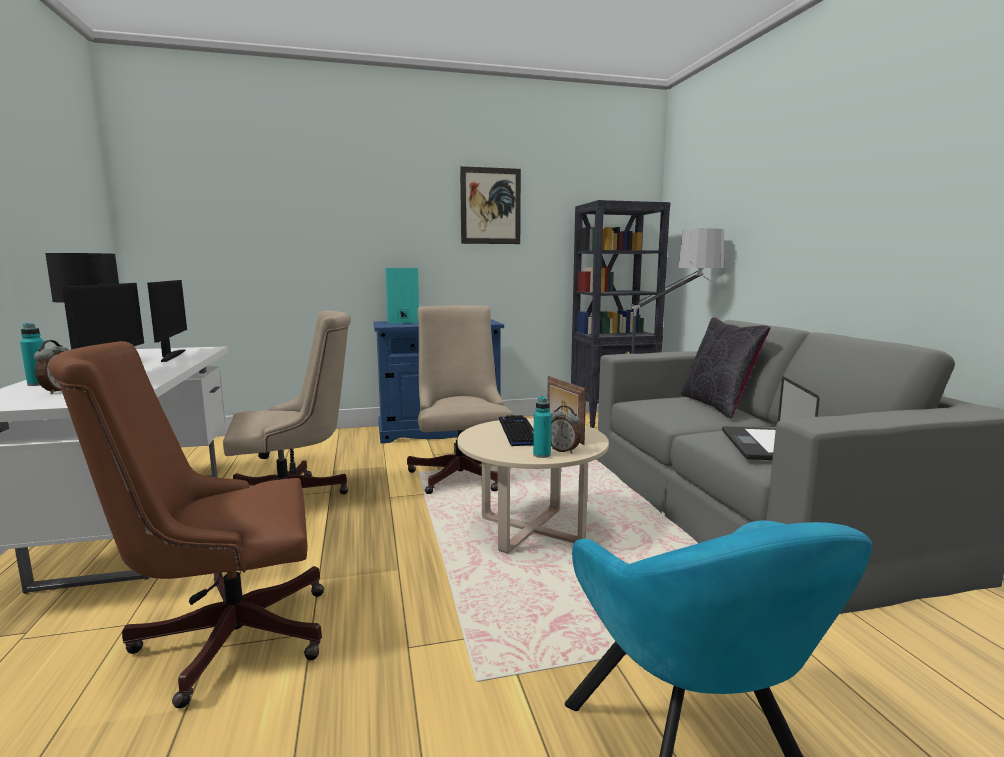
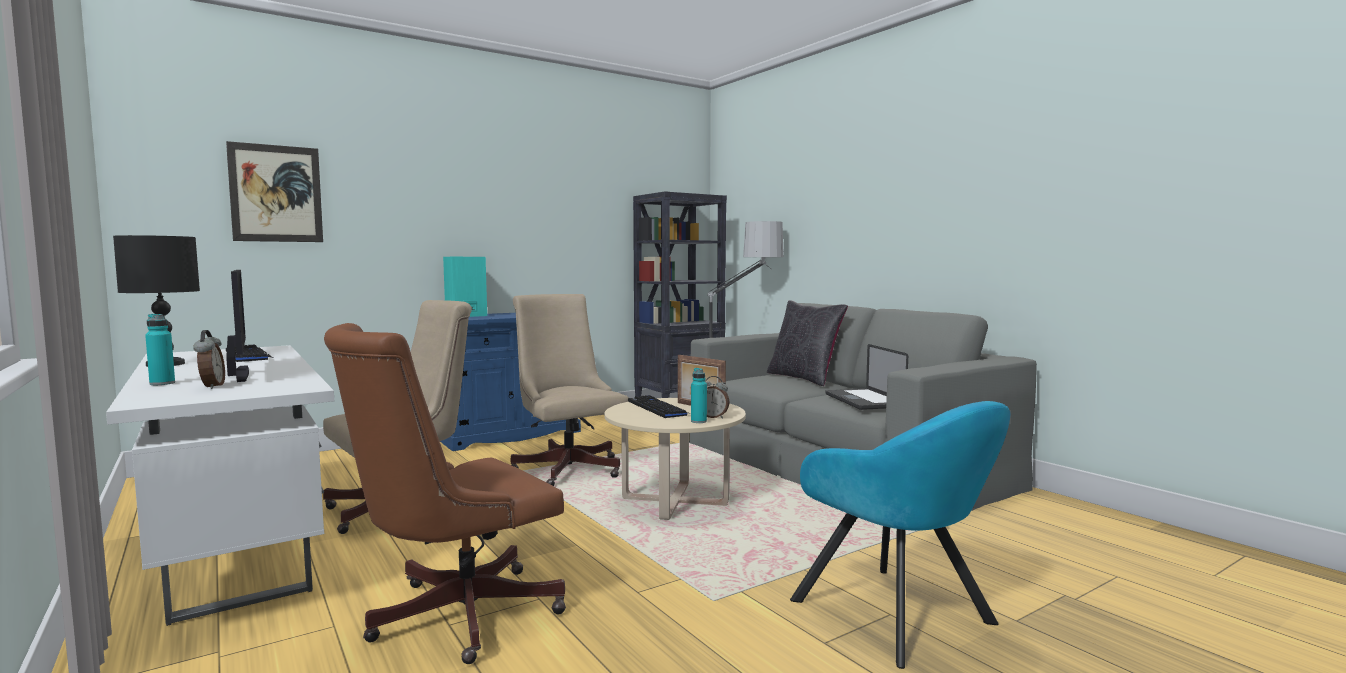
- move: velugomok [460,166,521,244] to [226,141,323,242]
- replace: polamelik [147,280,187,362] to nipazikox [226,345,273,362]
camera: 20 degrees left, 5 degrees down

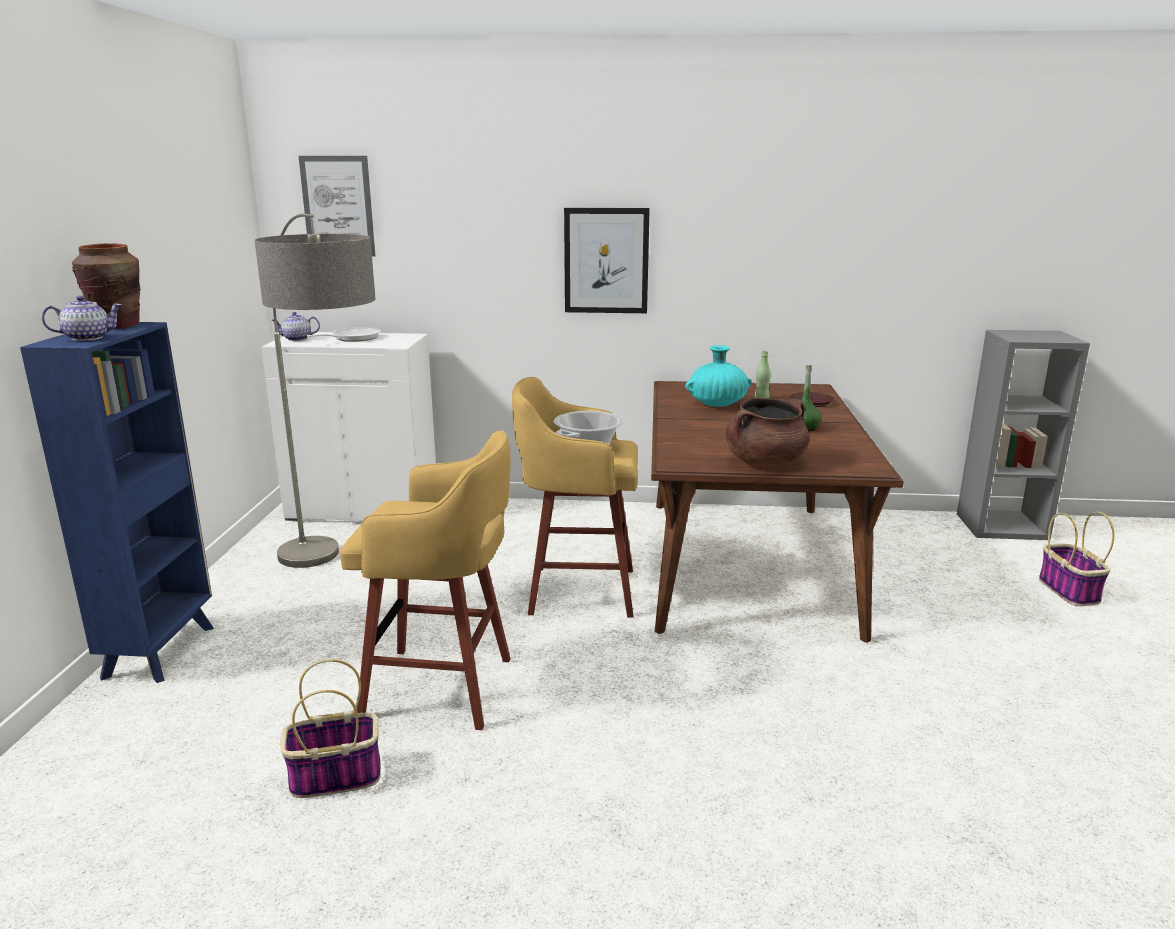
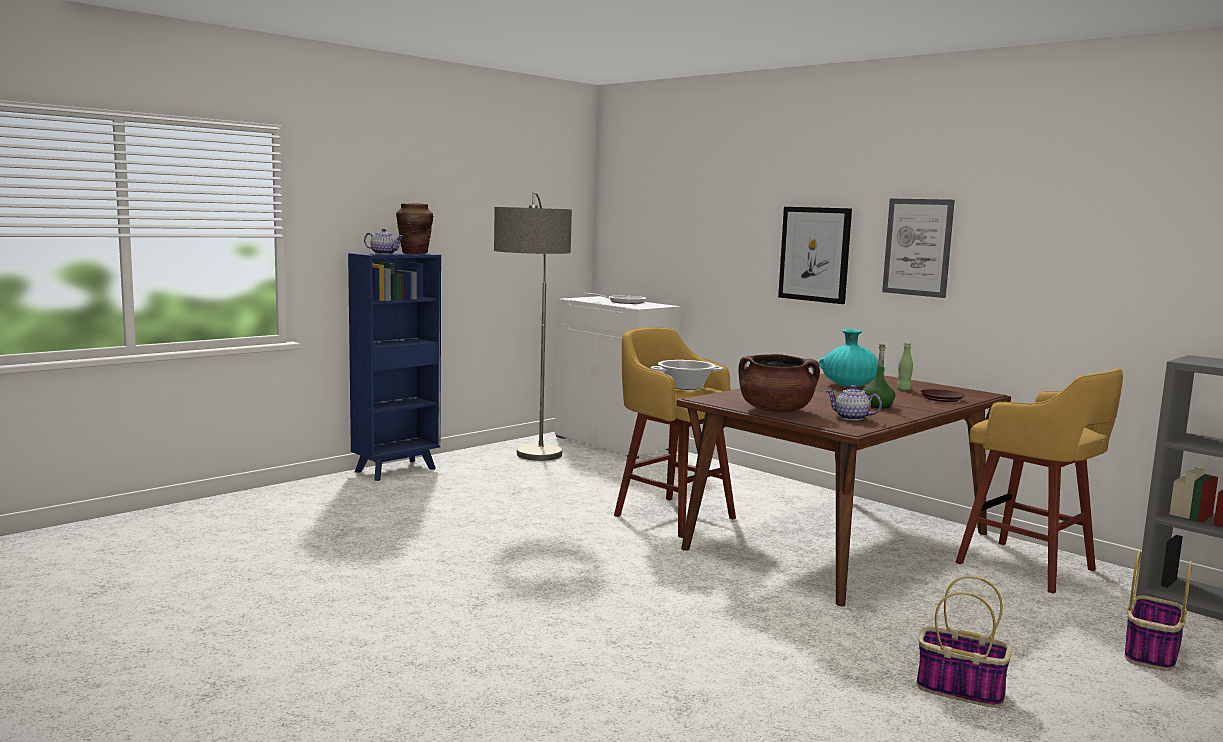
- move: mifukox [271,312,320,341] to [826,385,882,421]
- move: velugomok [299,156,375,256] to [882,198,955,298]
- move: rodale [280,659,381,798] to [917,576,1012,708]
- move: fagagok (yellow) [340,431,511,730] to [955,368,1123,594]
camera: 40 degrees right, 10 degrees down

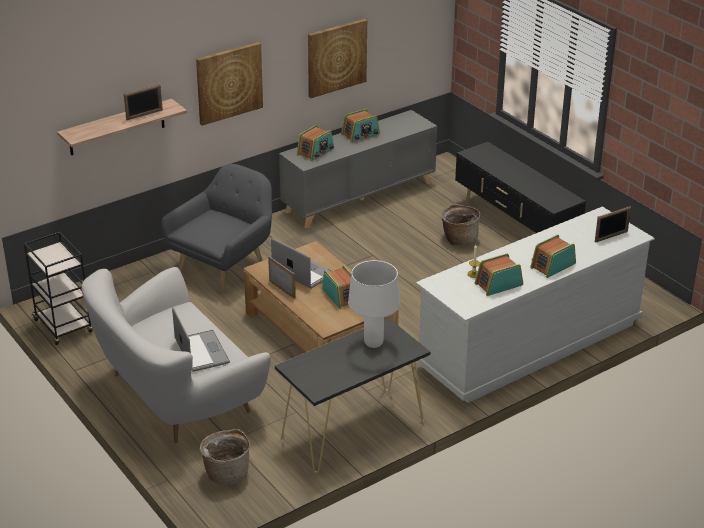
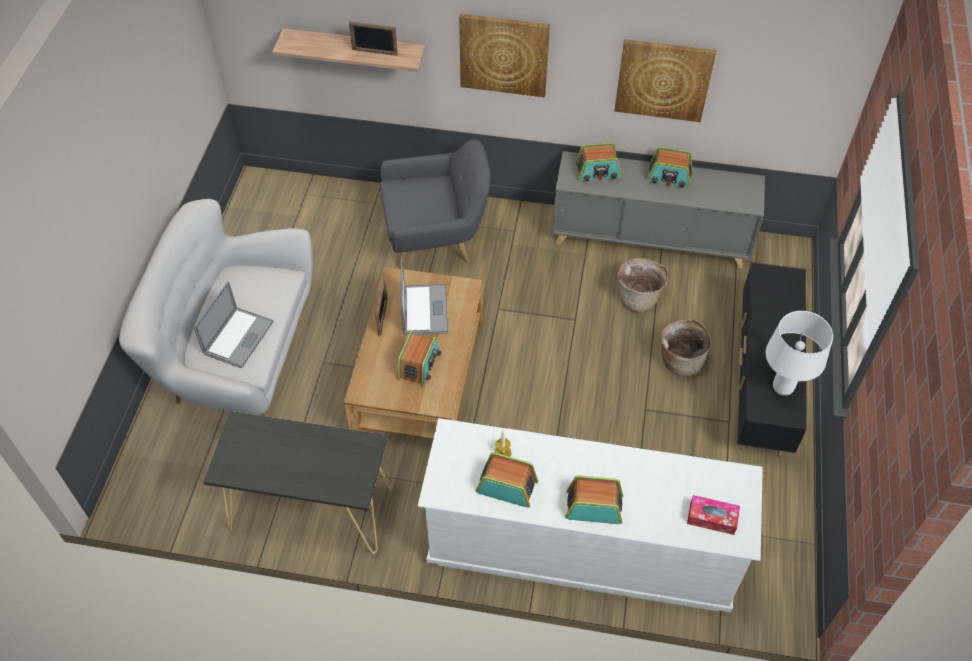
- move: rodale [200,429,250,486] to [618,258,669,312]
- replace: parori [595,206,631,243] to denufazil [687,495,740,535]
- move: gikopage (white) [348,260,400,348] to [766,311,833,396]
- delete: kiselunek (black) [24,231,92,345]
camera: 45 degrees right, 20 degrees up

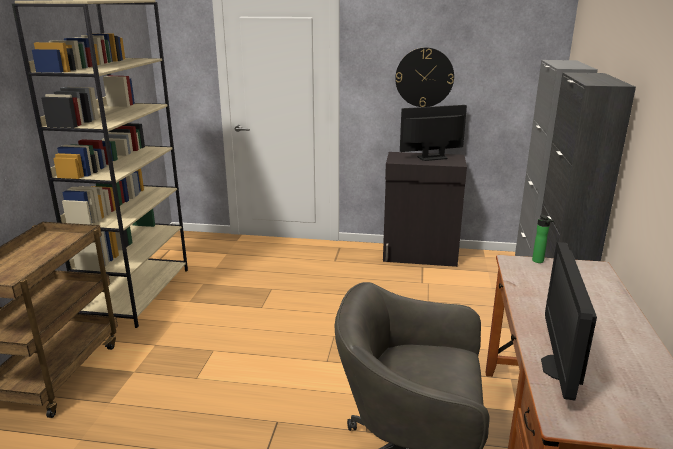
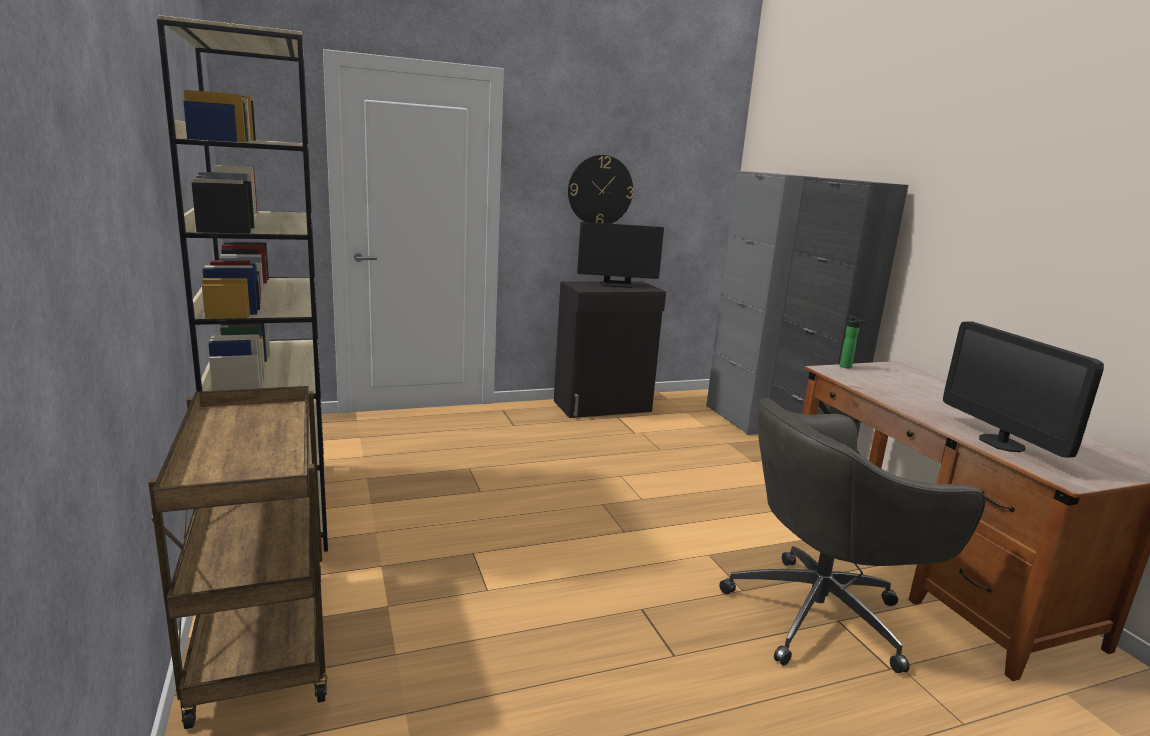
- rotate: polamelik [400,105,467,161] = [577,222,664,288] 135 degrees counterclockwise
camera: 30 degrees left, 5 degrees down

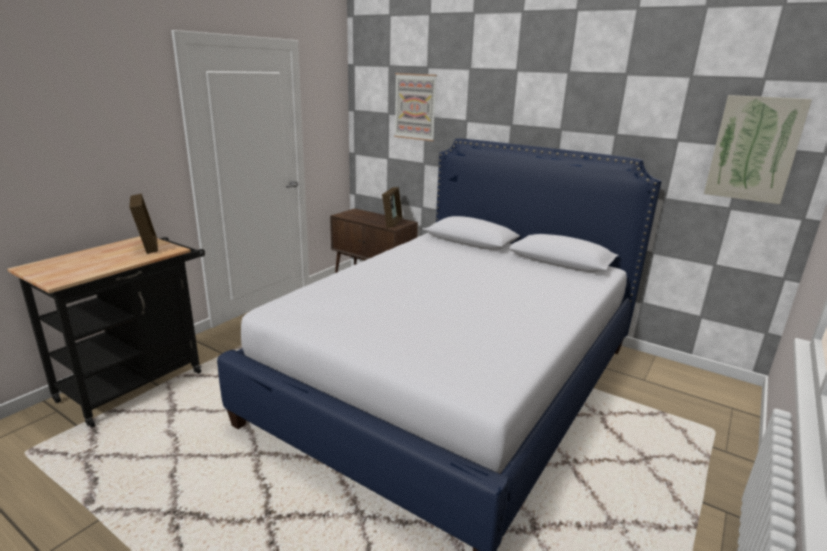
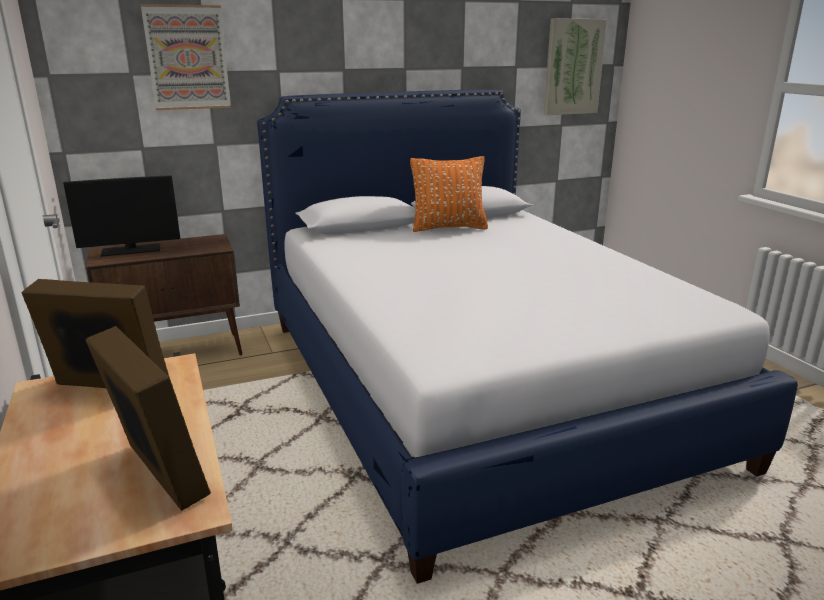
- insert: polamelik [63,175,180,257]
- move: parori [382,187,403,227] to [86,326,211,511]
- insert: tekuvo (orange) [410,156,488,232]
camera: 55 degrees left, 0 degrees up

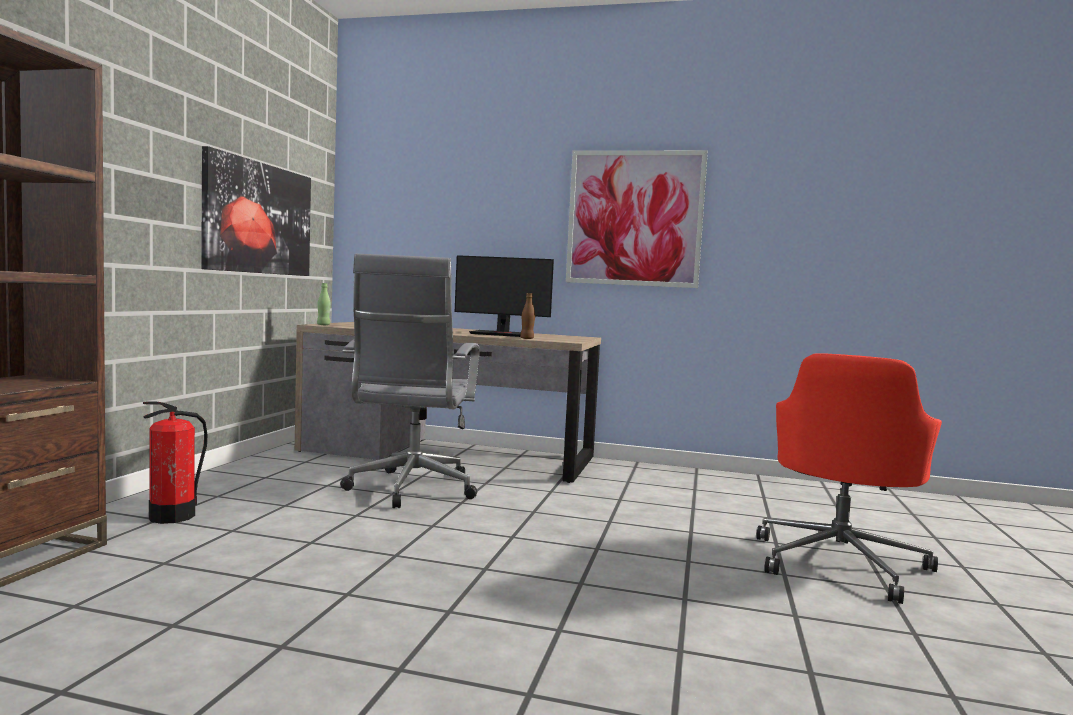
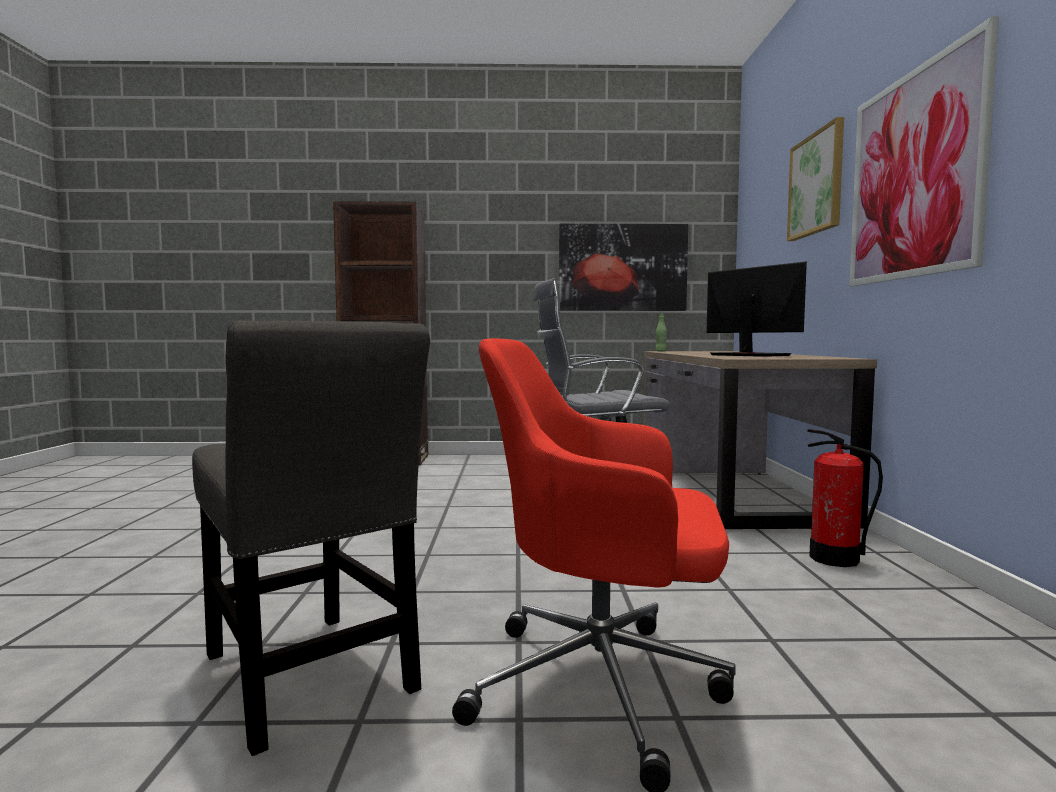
- insert: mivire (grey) [192,320,430,756]
- rotate: polamelik [455,255,554,337] = [706,262,807,357] 150 degrees clockwise
- insert: velugomok [787,117,844,241]
- move: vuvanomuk [143,401,208,524] to [807,429,883,567]
- delete: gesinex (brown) [520,293,535,339]
camera: 75 degrees right, 0 degrees up

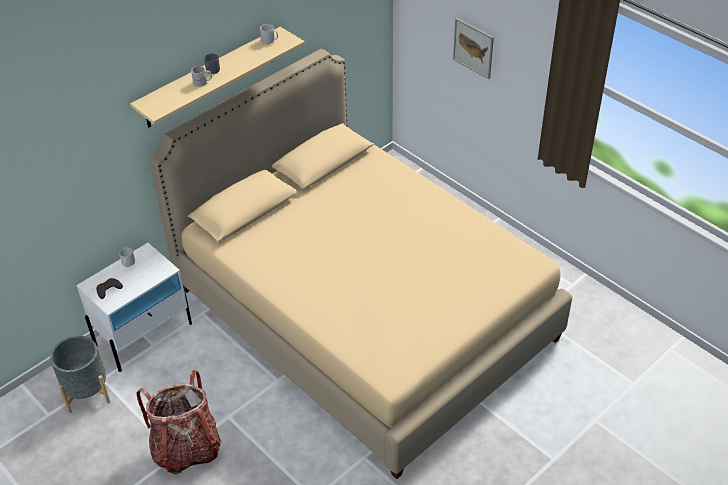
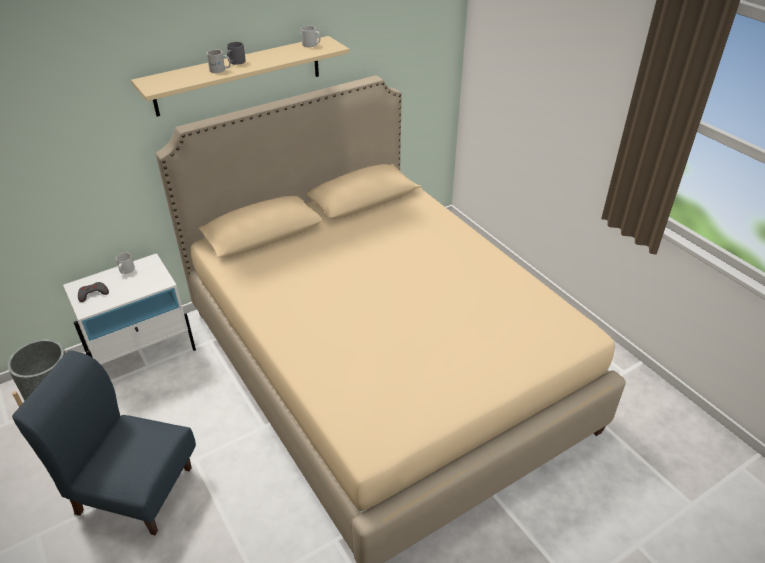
- replace: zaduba [136,370,221,474] to mivire (blue) [12,350,196,536]
- delete: velugomok [453,18,494,79]
camera: 10 degrees right, 5 degrees down

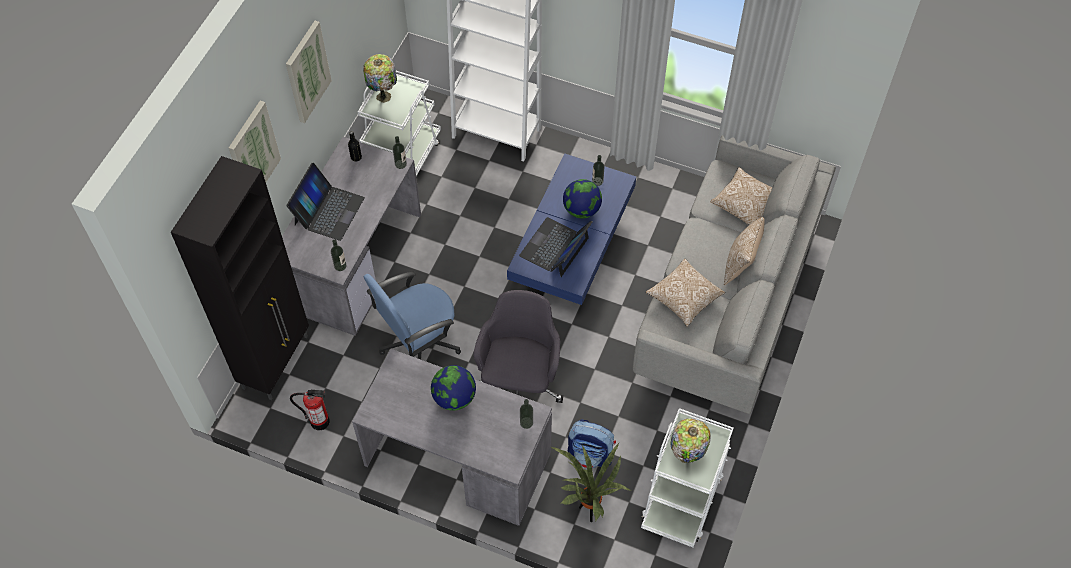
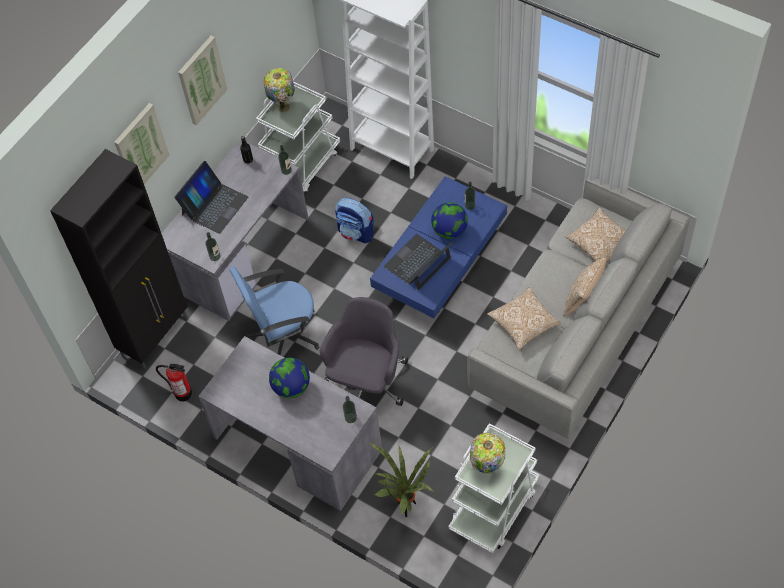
- move: zaduba [568,420,616,468] to [335,198,374,244]
camera: 15 degrees right, 0 degrees up

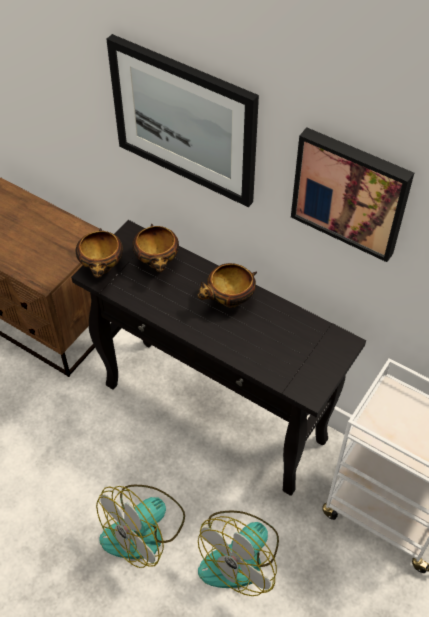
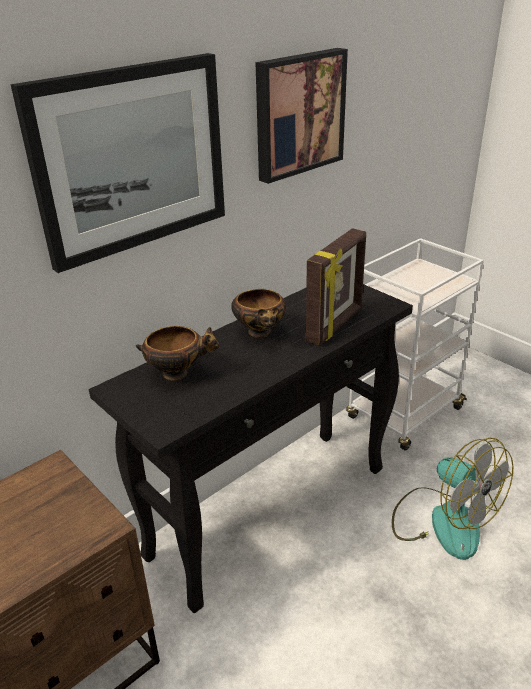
- insert: parori [306,228,366,345]
- delete: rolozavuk [76,228,123,278]
- delete: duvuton [96,485,185,568]
camera: 75 degrees left, 20 degrees down

